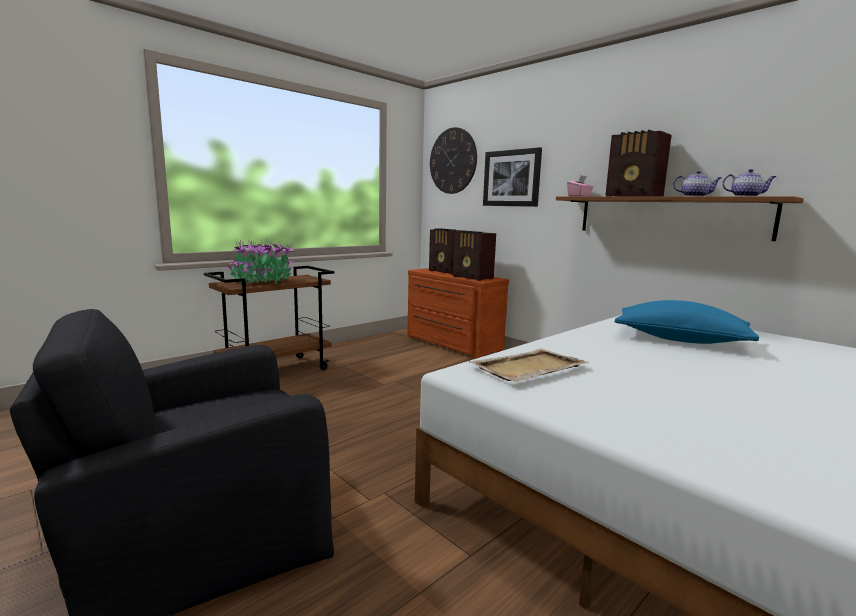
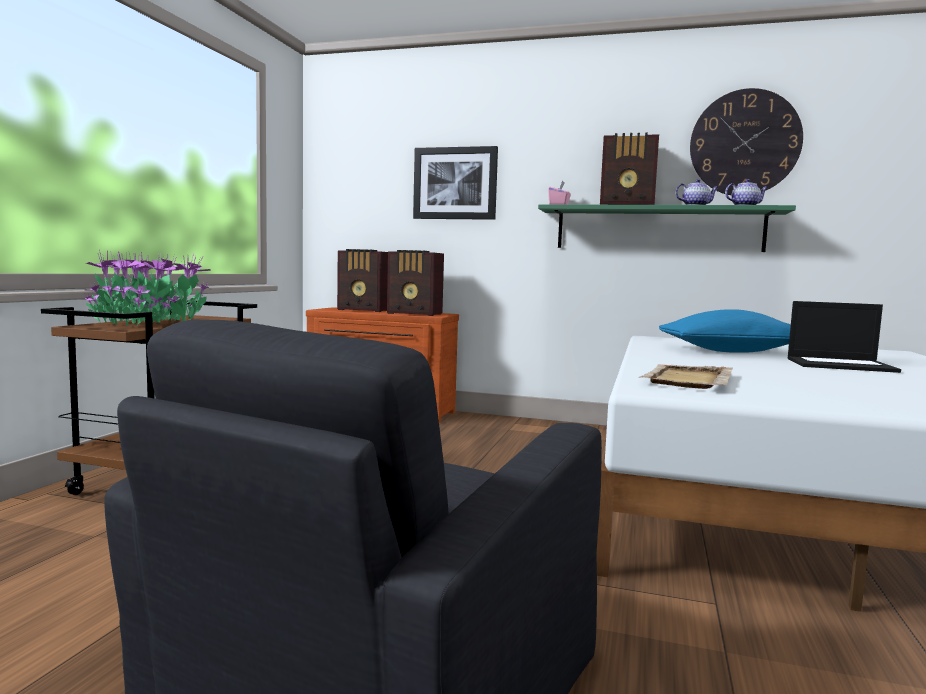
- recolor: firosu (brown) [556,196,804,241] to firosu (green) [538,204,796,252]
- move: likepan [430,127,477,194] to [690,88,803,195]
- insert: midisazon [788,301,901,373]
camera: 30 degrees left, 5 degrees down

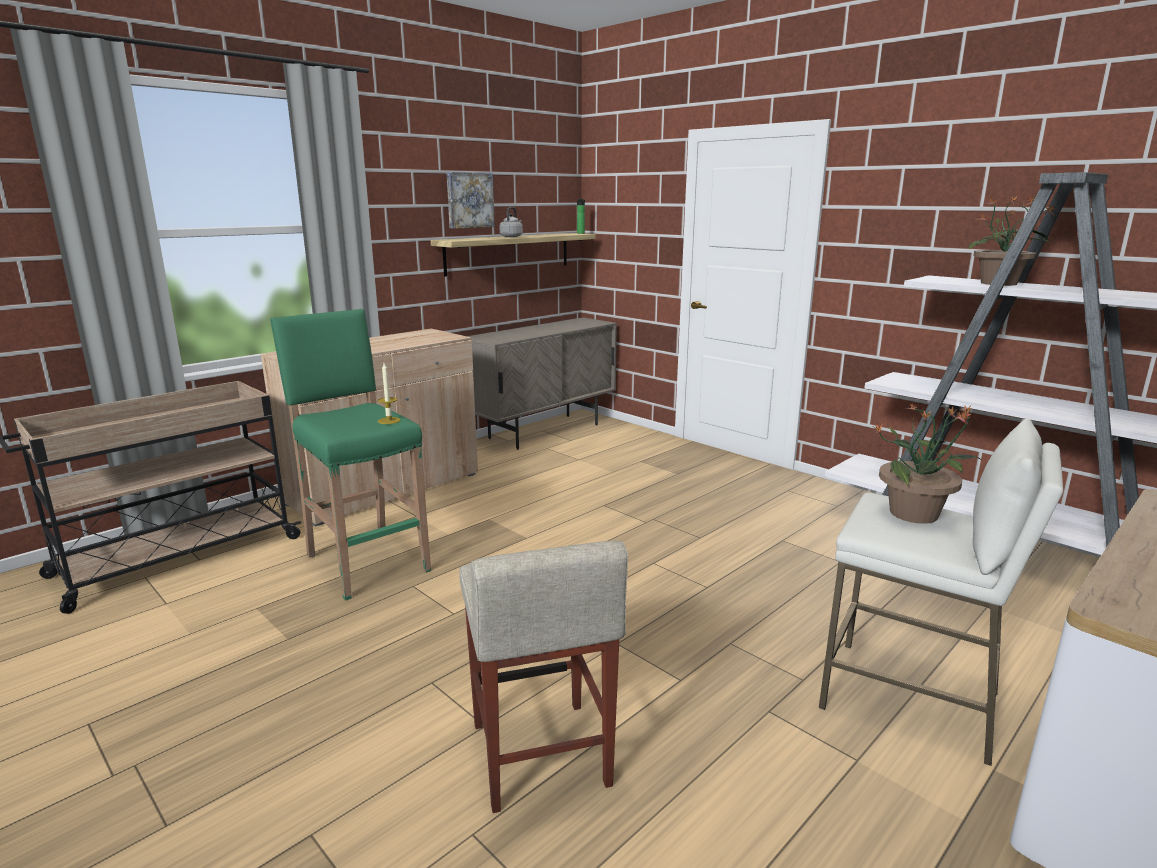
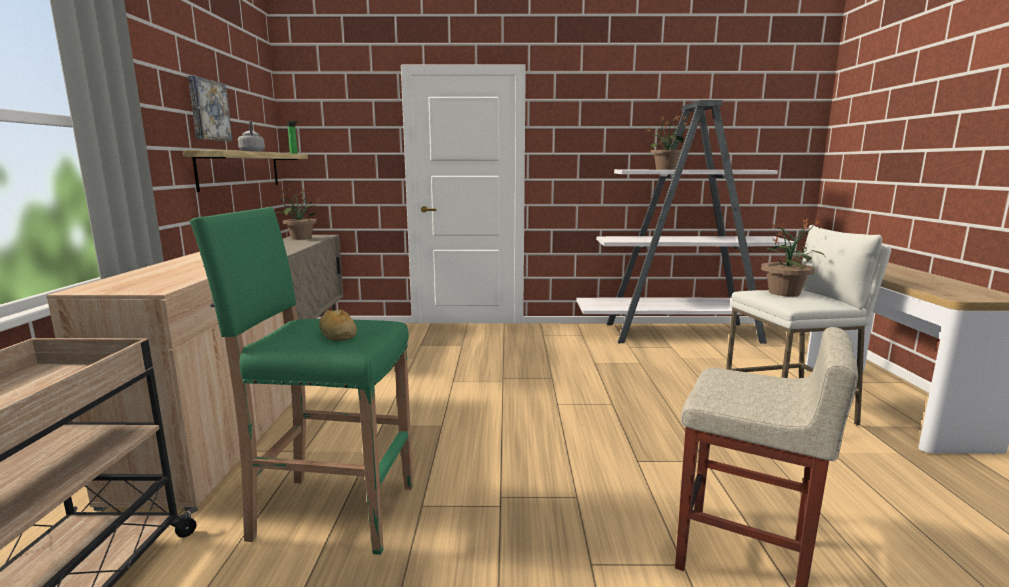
- insert: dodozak [276,188,321,240]
- insert: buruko [319,309,357,341]
- delete: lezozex [378,363,401,424]
camera: 45 degrees left, 5 degrees down

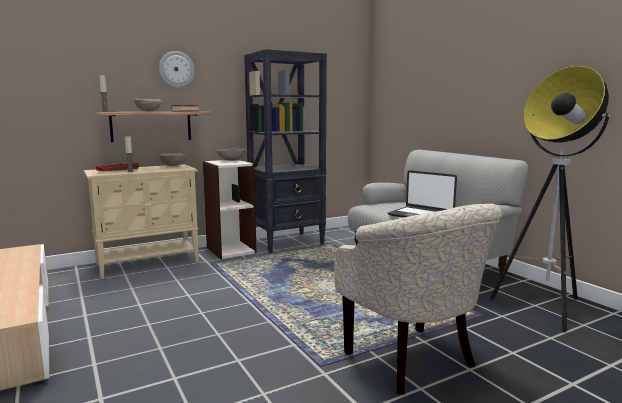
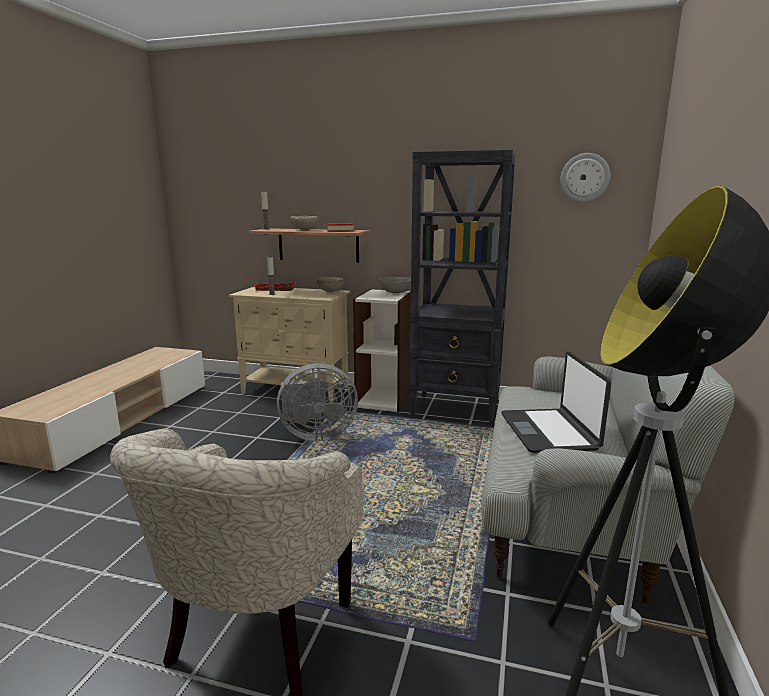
- insert: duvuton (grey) [277,363,358,441]
- move: likepan [159,51,195,88] to [561,153,610,202]
camera: 45 degrees right, 5 degrees up

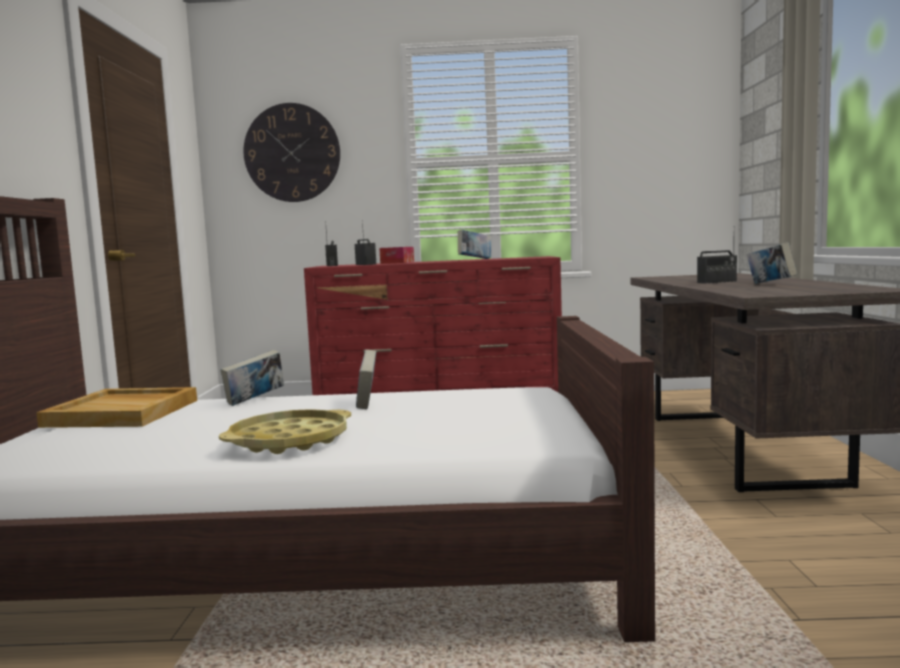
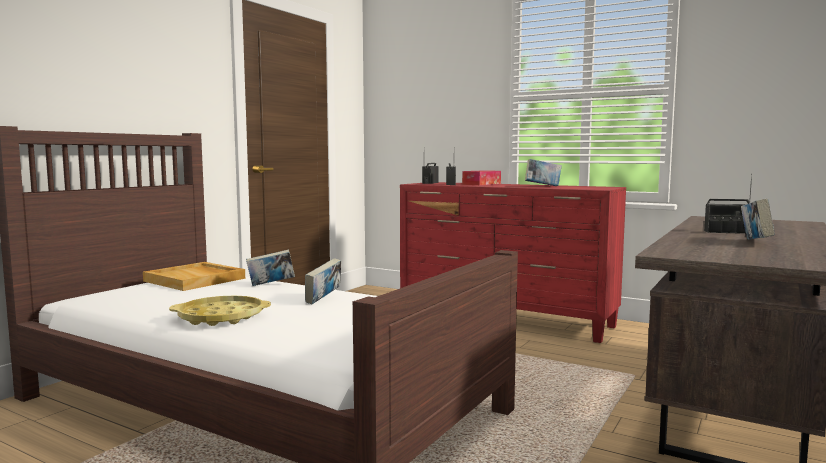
- delete: likepan [243,103,340,202]
camera: 30 degrees right, 0 degrees up

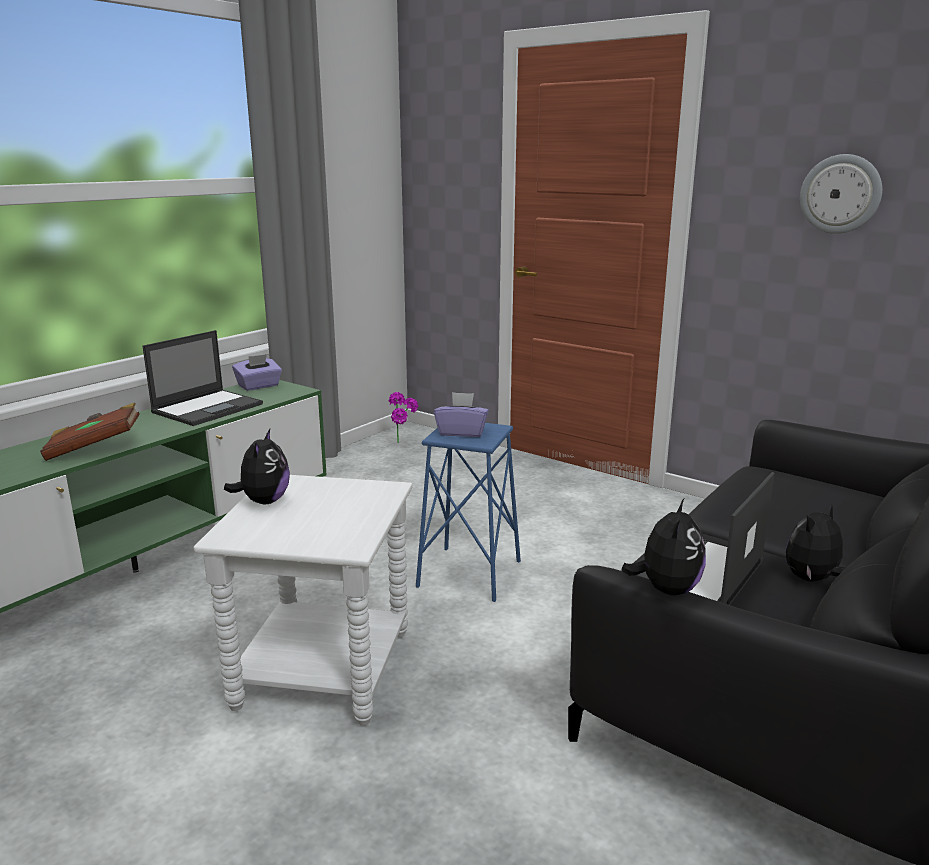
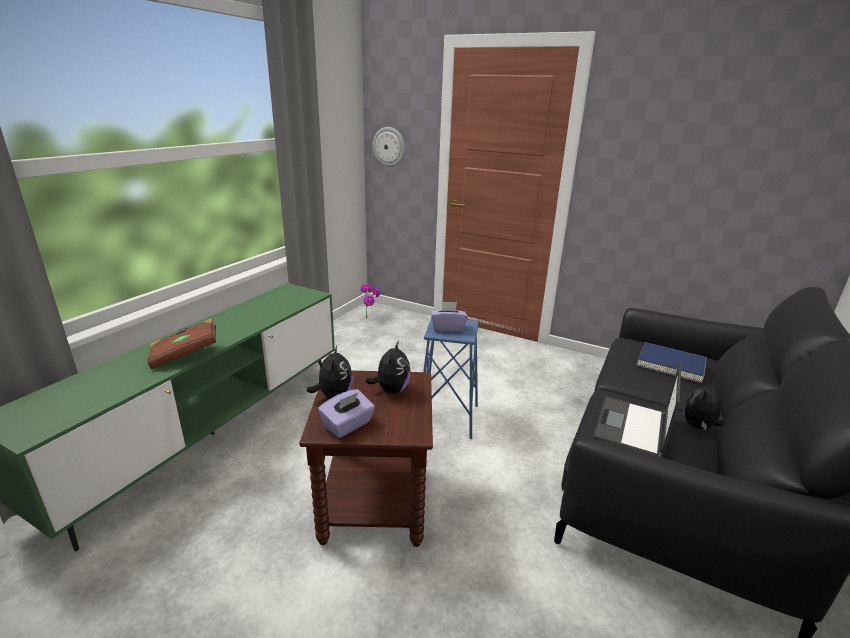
- recolor: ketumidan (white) [194,475,413,726] to ketumidan (brown) [299,371,433,547]
- move: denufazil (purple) [232,354,282,391] to [318,389,375,438]
- move: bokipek [621,499,706,595] to [365,341,411,394]
- move: likepan [800,154,882,234] to [373,127,405,167]
- insert: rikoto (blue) [637,342,707,383]
- delete: midisazon [142,330,263,426]
camera: 10 degrees left, 5 degrees up

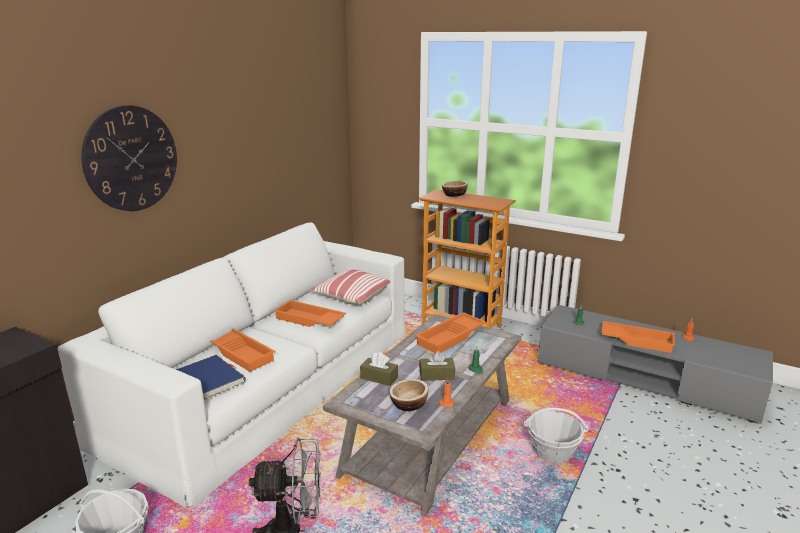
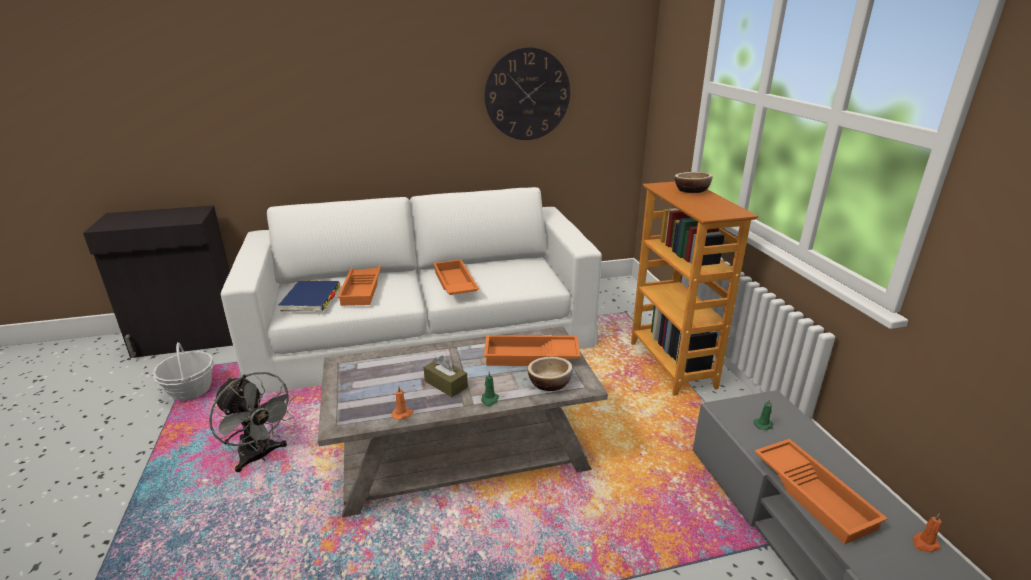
- move: likepan [81,105,177,211] to [484,47,570,140]
- move: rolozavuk [389,379,429,411] to [527,357,573,391]
- delete: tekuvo [310,269,391,305]
- delete: denufazil (brown) [360,352,398,386]
- delete: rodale [524,408,589,463]
camera: 45 degrees right, 5 degrees up

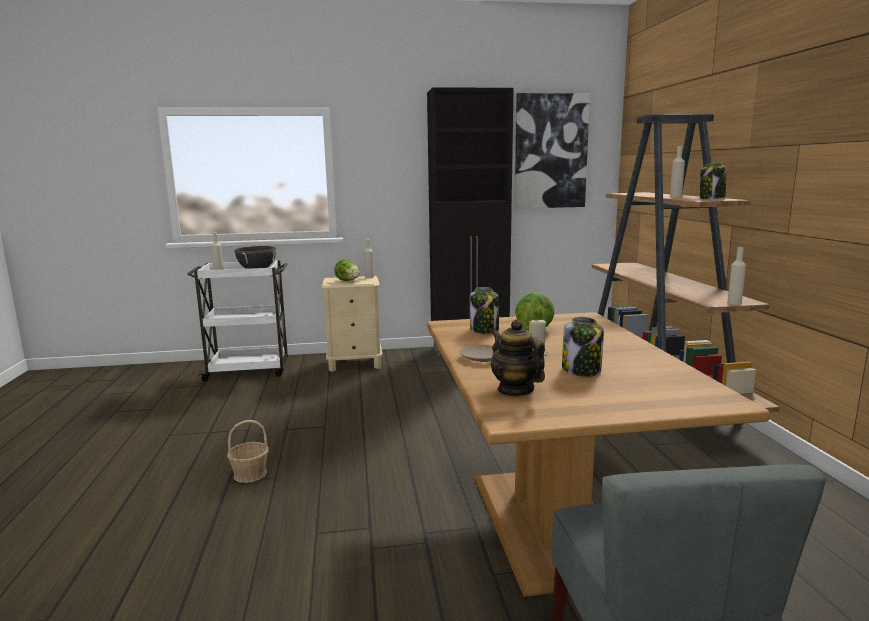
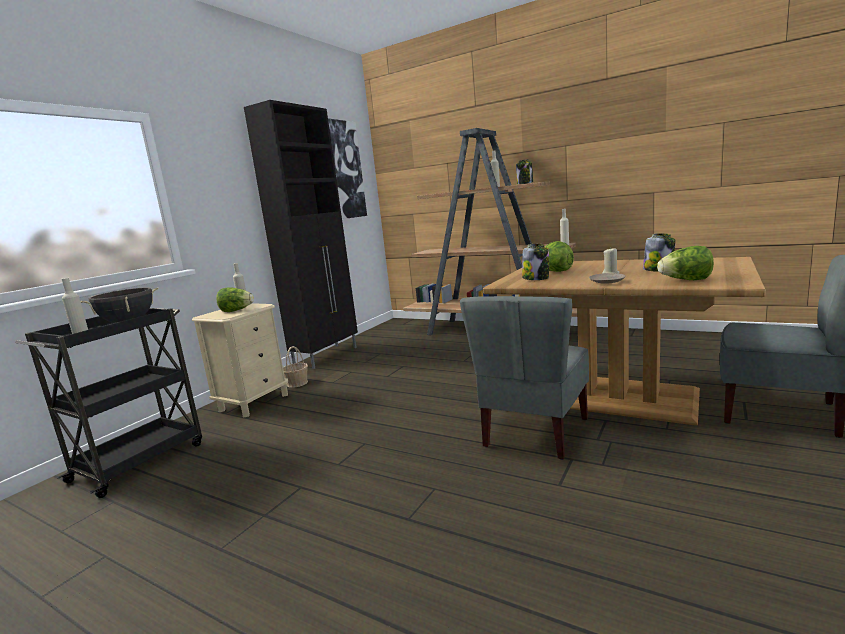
- recolor: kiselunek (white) [187,260,288,381] to kiselunek (black) [15,308,202,498]
- move: rodale [227,420,269,483] to [283,346,308,388]
- insert: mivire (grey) [460,296,589,460]
- replace: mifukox [491,319,545,396] to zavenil [657,246,714,280]
camera: 50 degrees left, 0 degrees up

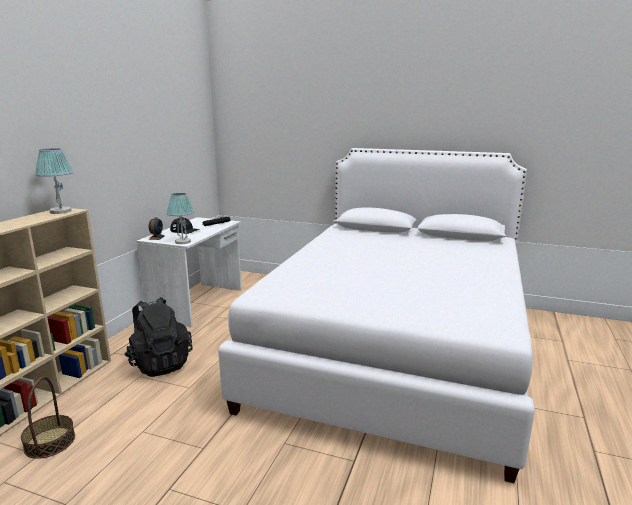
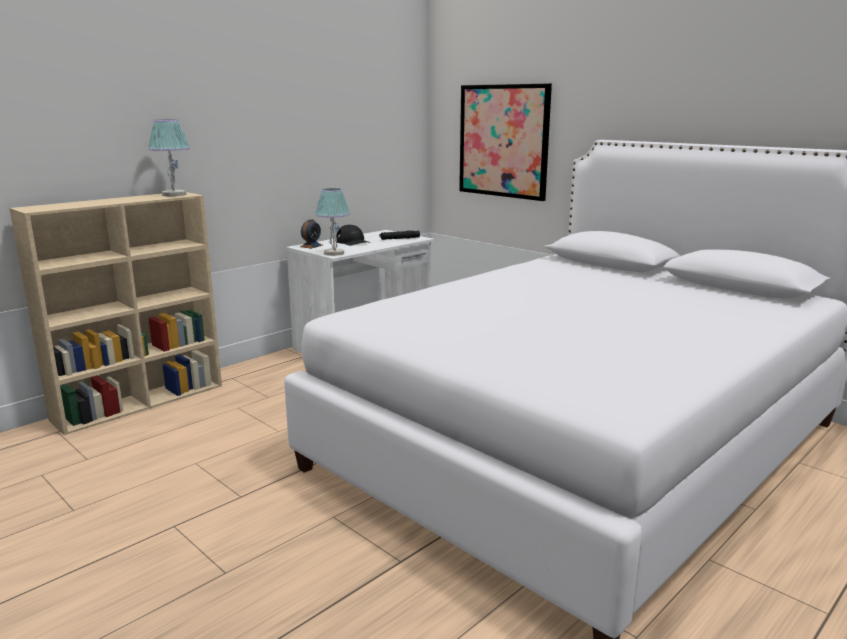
- insert: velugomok [459,84,552,201]
- delete: rodale [21,377,75,459]
- delete: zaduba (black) [125,297,193,377]
camera: 25 degrees right, 0 degrees up

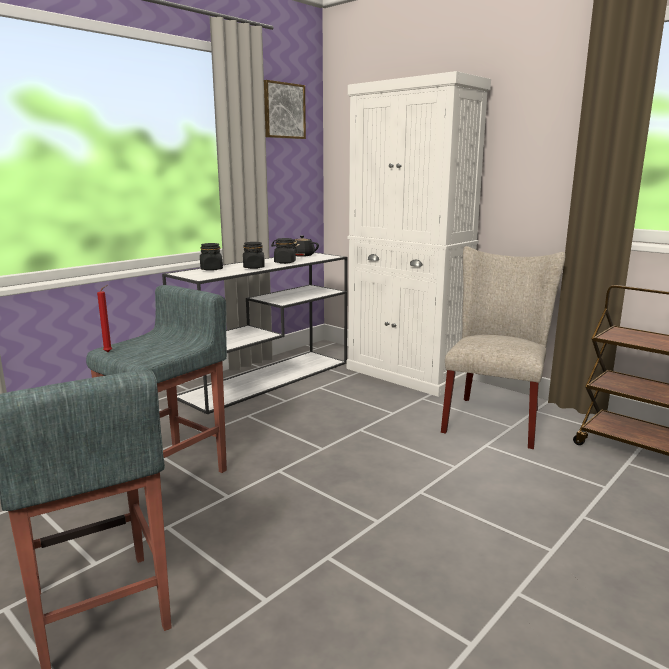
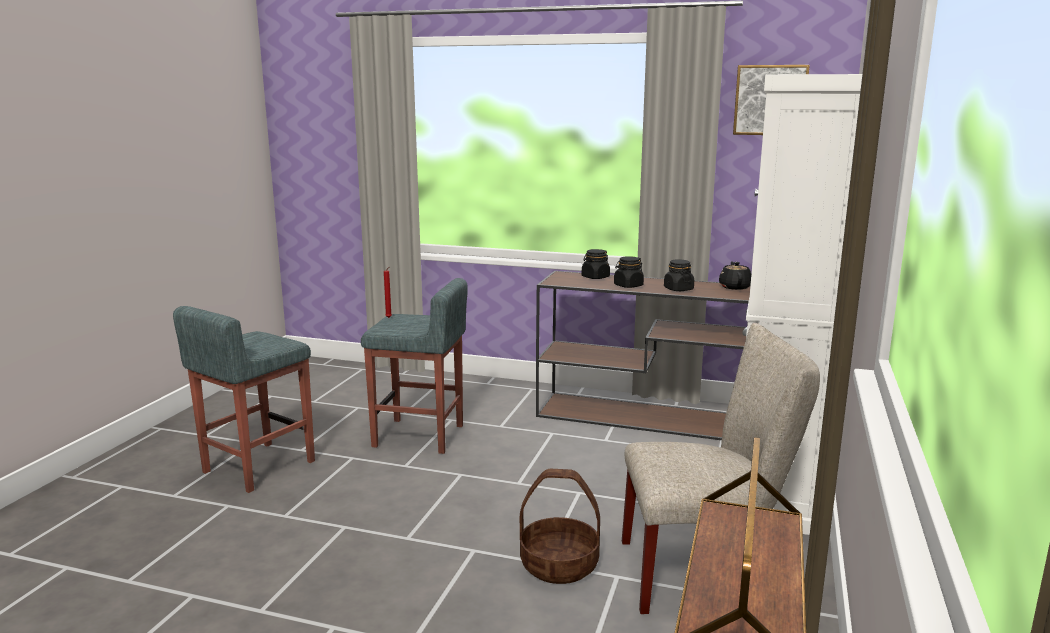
- insert: rodale [520,469,600,584]
- recolor: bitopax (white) [162,252,347,414] to bitopax (brown) [536,271,750,440]
camera: 65 degrees right, 0 degrees up

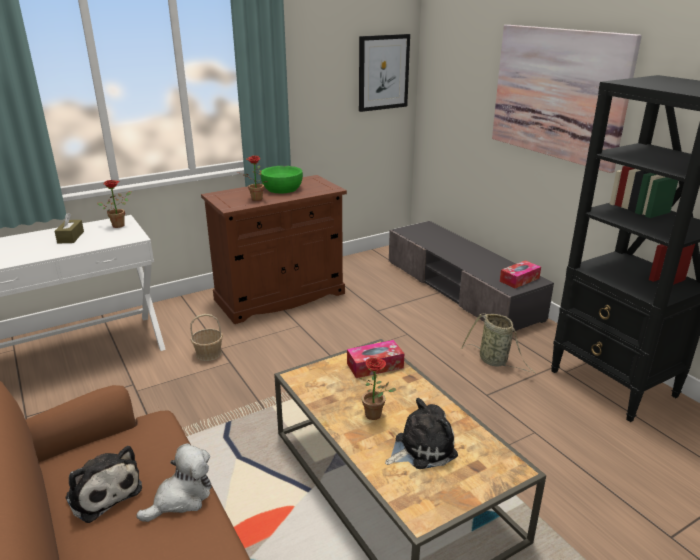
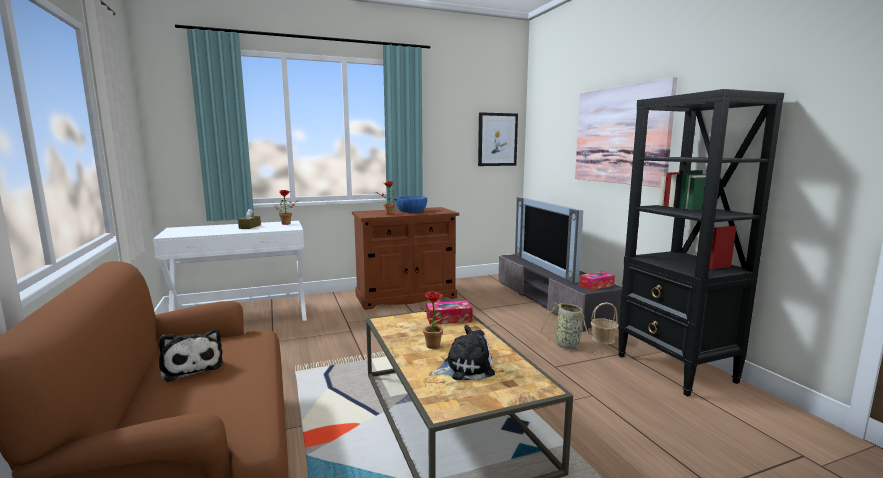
- recolor: rolozavuk (green) [261,166,303,194] to rolozavuk (blue) [396,196,427,213]
- insert: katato [515,197,583,283]
- move: rodale [190,314,223,361] to [591,302,619,344]
- delete: bokipek [136,443,212,522]
camera: 10 degrees right, 15 degrees down

